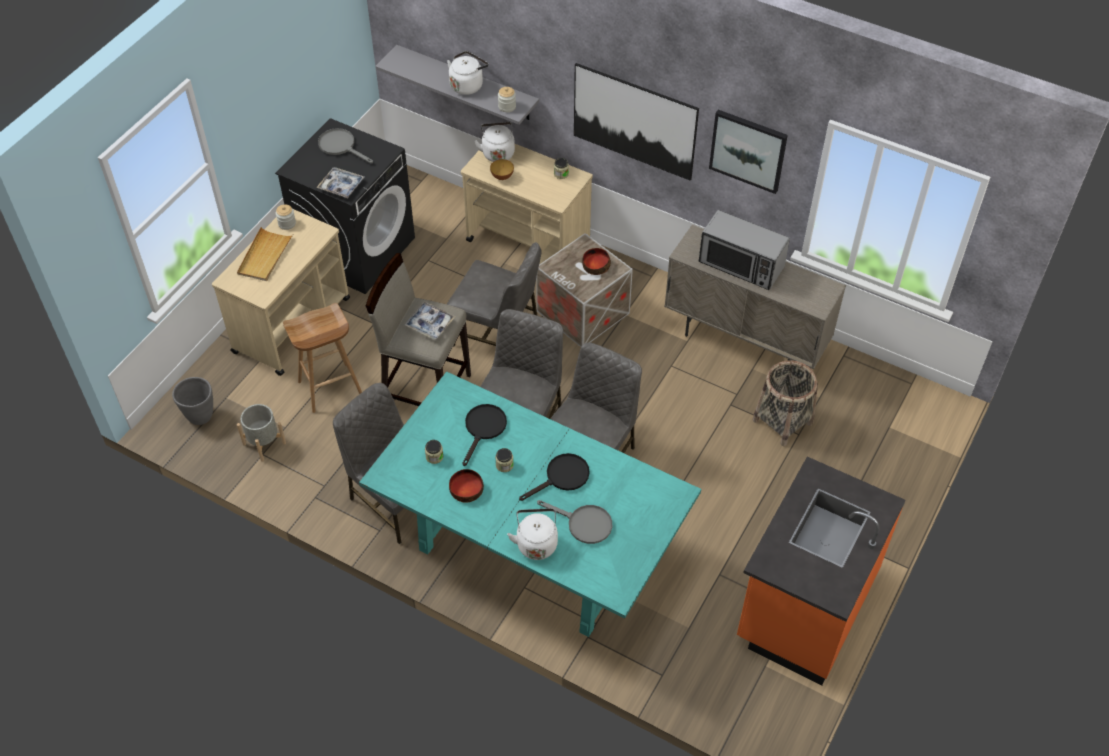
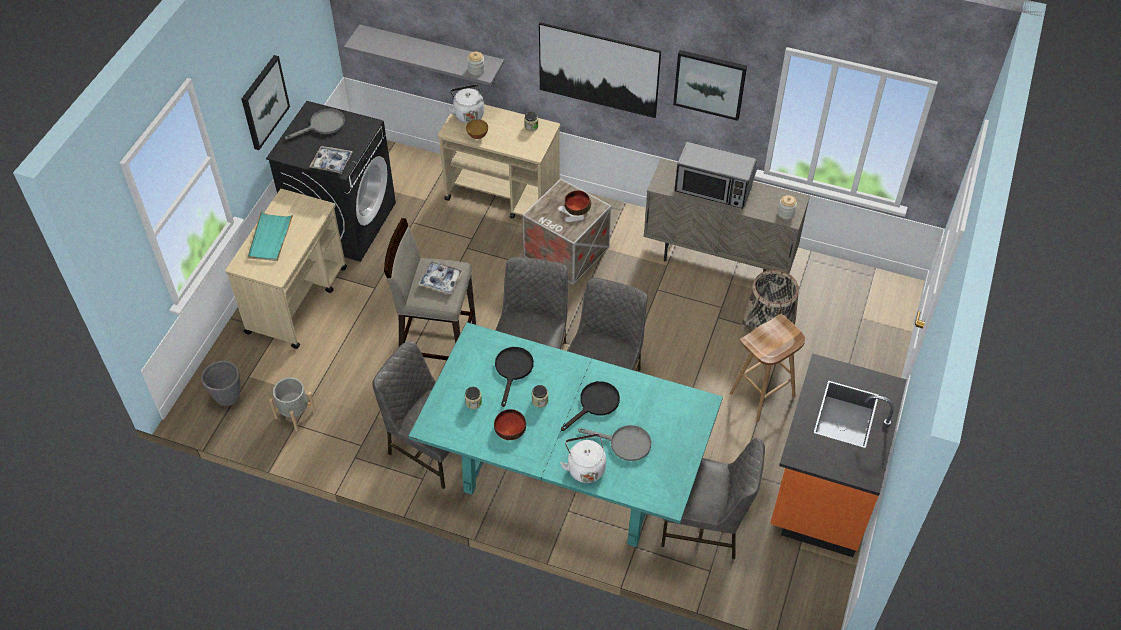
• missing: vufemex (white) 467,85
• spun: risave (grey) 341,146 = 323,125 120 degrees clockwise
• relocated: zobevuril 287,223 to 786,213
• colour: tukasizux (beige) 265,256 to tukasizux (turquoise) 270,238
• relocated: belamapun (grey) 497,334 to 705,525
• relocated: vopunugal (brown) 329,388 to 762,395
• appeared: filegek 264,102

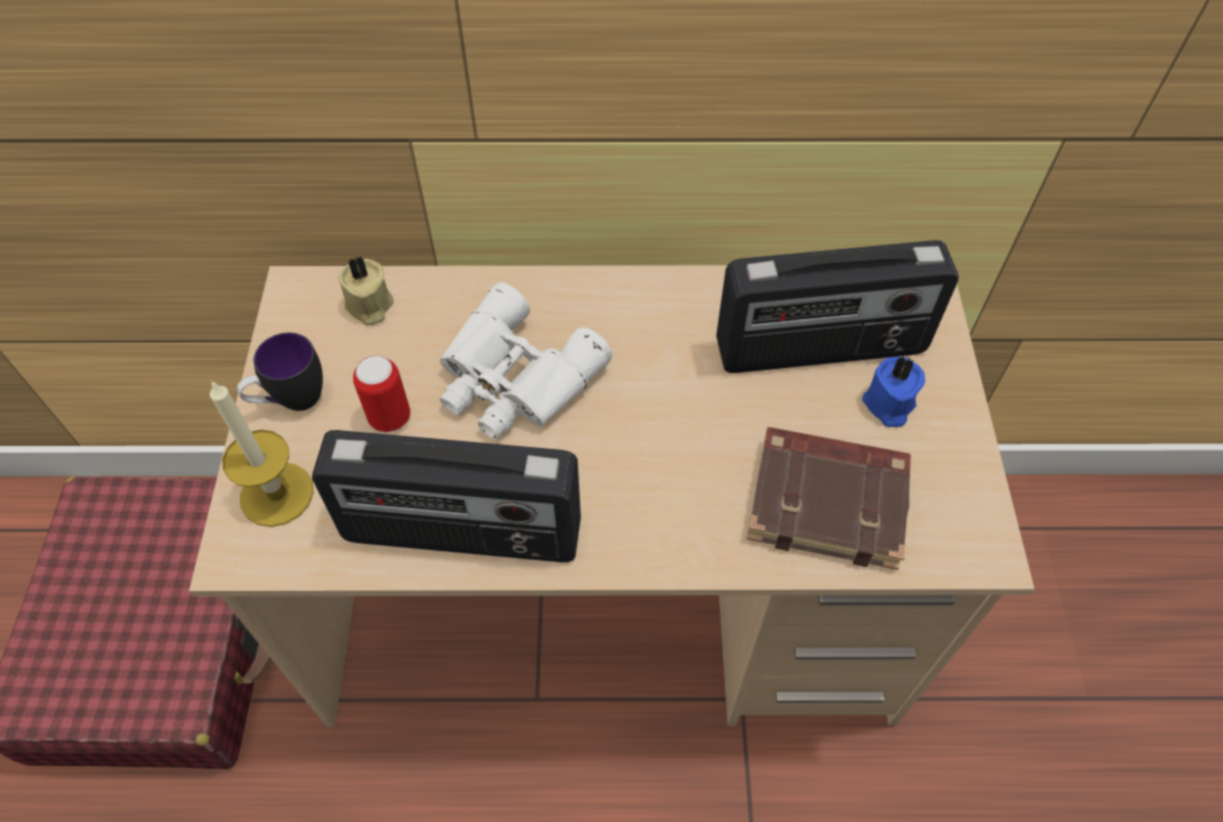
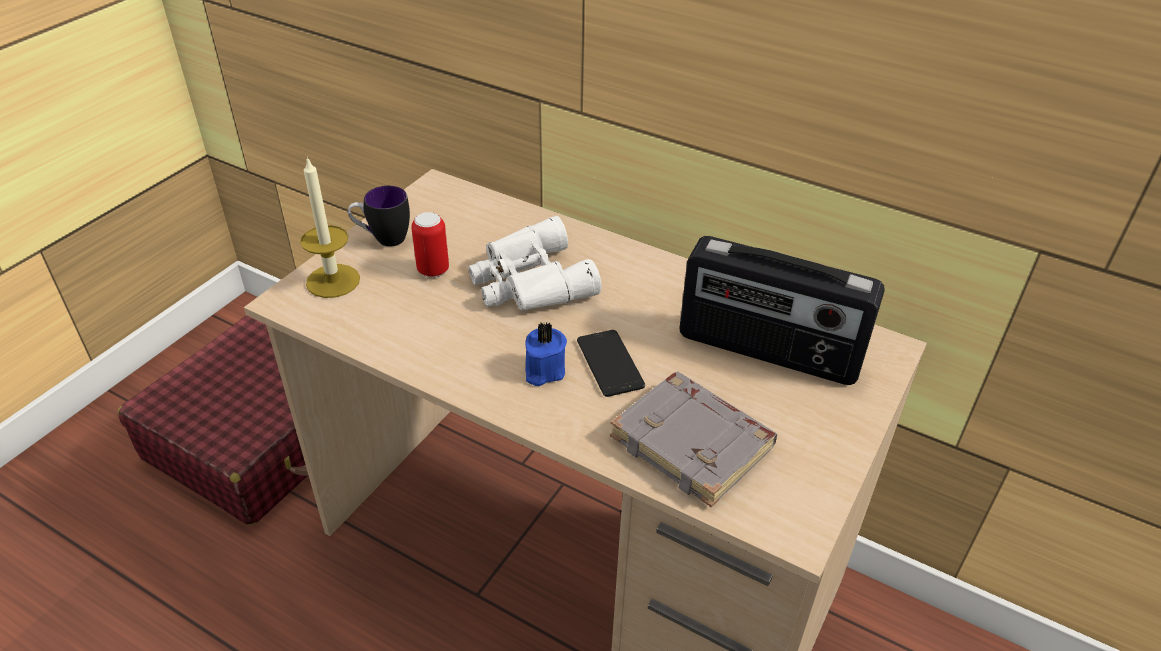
• missing: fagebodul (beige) 369,306
• relocated: fagebodul (blue) 888,405 to 543,371
• colour: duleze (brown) 829,501 to duleze (grey) 694,443
• missing: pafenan 462,534
• appeared: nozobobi 610,363

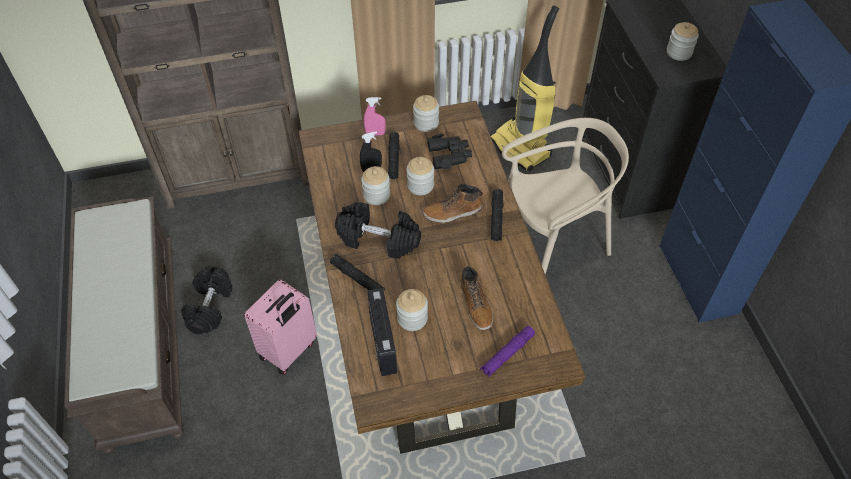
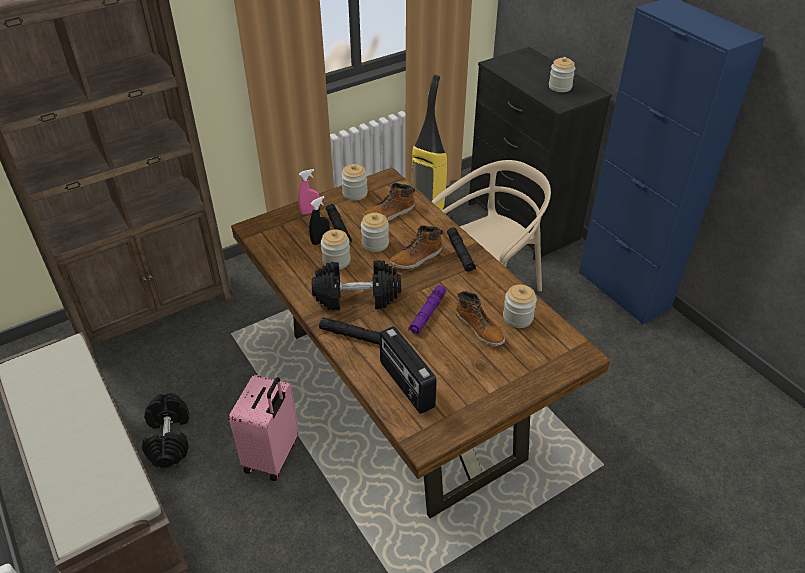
• exchanged: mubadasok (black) 449,155 to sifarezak 390,214
• relocated: zobevuril 412,318 to 517,318
• relocated: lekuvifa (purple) 507,354 to 427,314

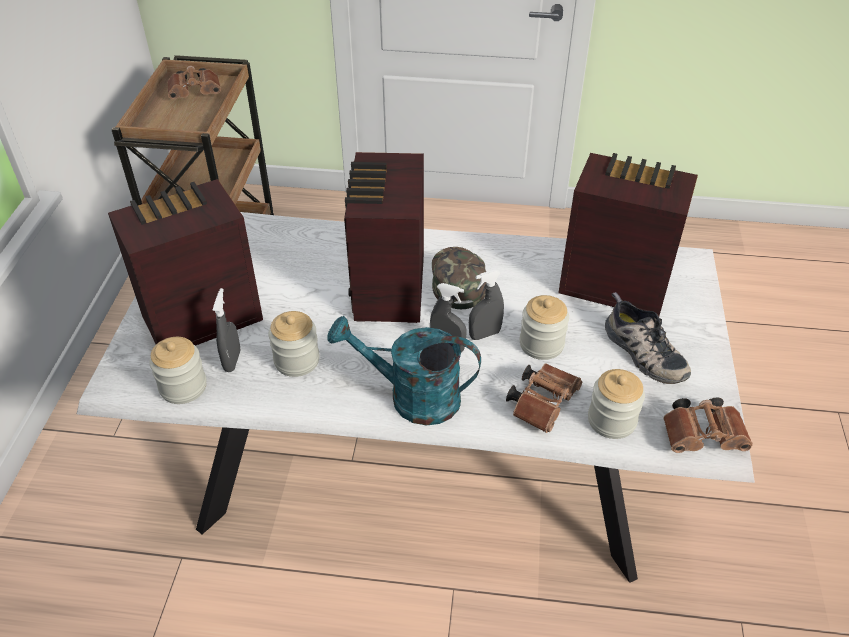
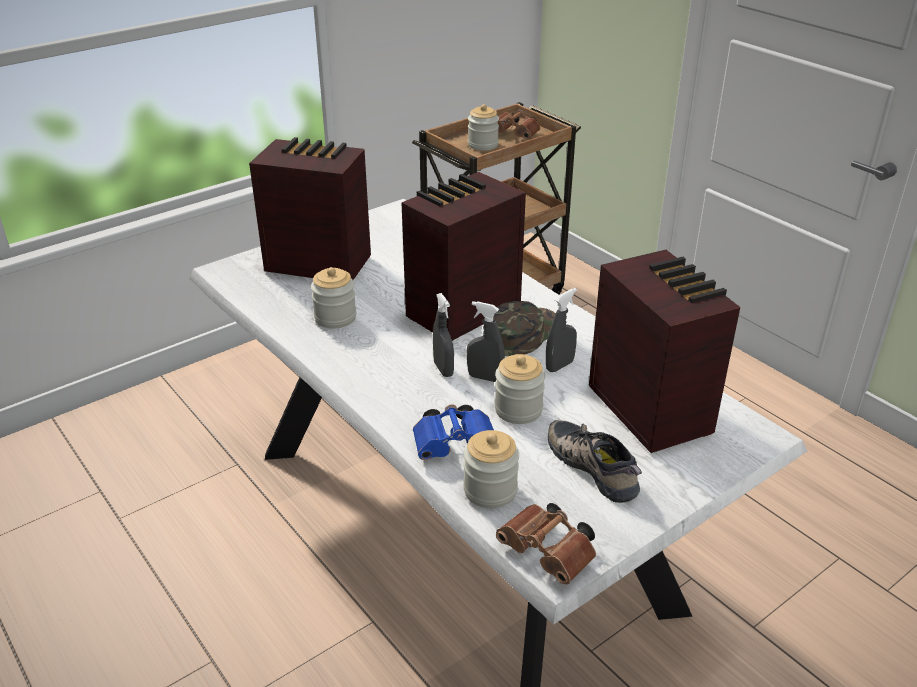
• relocated: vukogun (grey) 232,361 to 559,366
• spun: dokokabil 642,352 = 595,466 135 degrees clockwise
• missing: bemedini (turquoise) 412,397
• relocated: zobevuril 183,387 to 483,145
• colour: mubadasok (brown) 543,403 to mubadasok (blue) 456,445

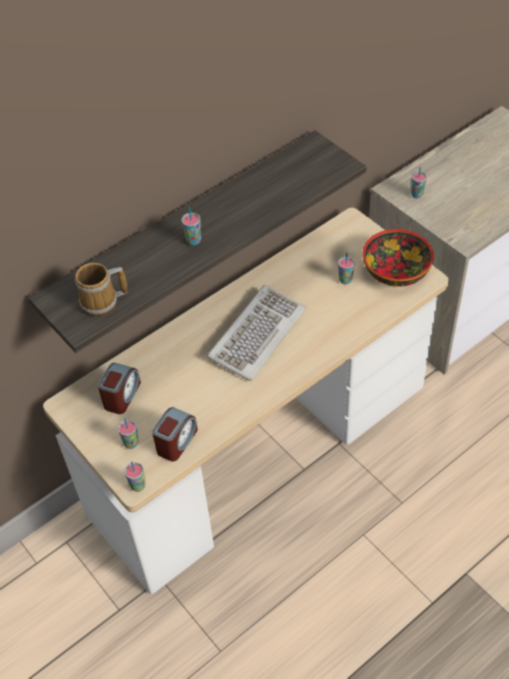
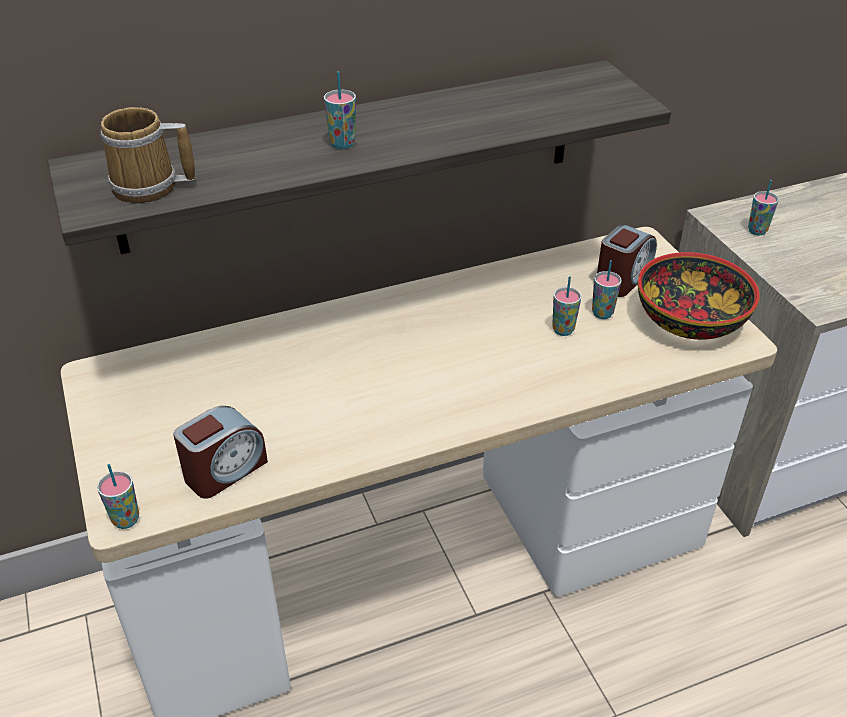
• missing: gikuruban 256,334
• relocated: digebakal 122,396 to 622,278
• relocated: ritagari 131,443 to 563,330

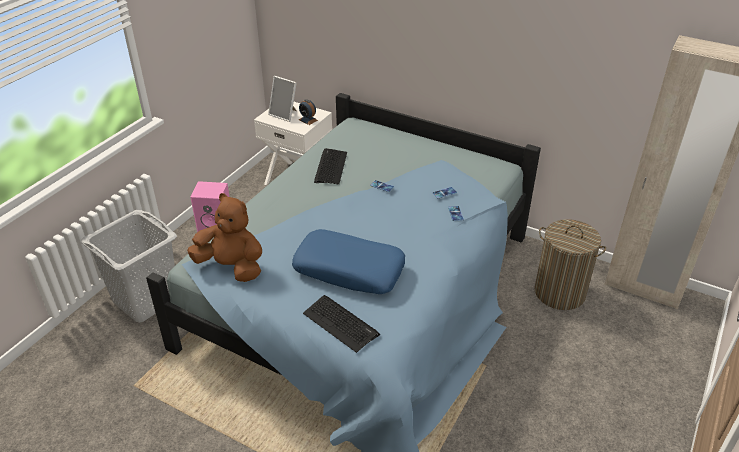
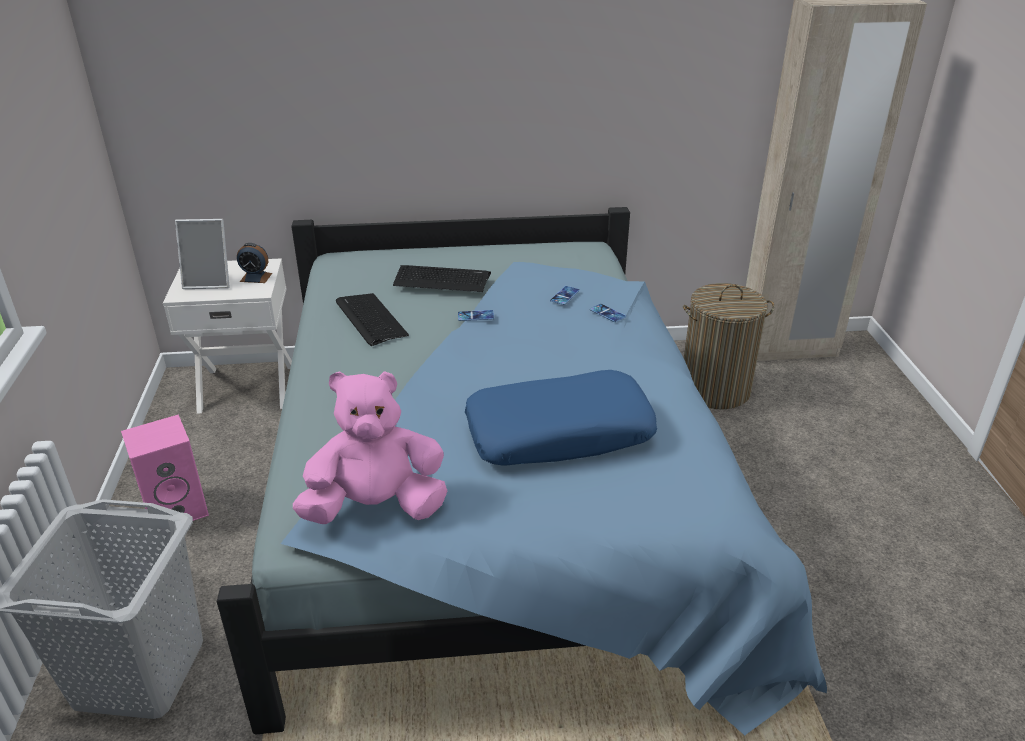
• colour: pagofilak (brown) 231,266 to pagofilak (pink) 376,507
• relocated: gikuruban 340,323 to 441,280

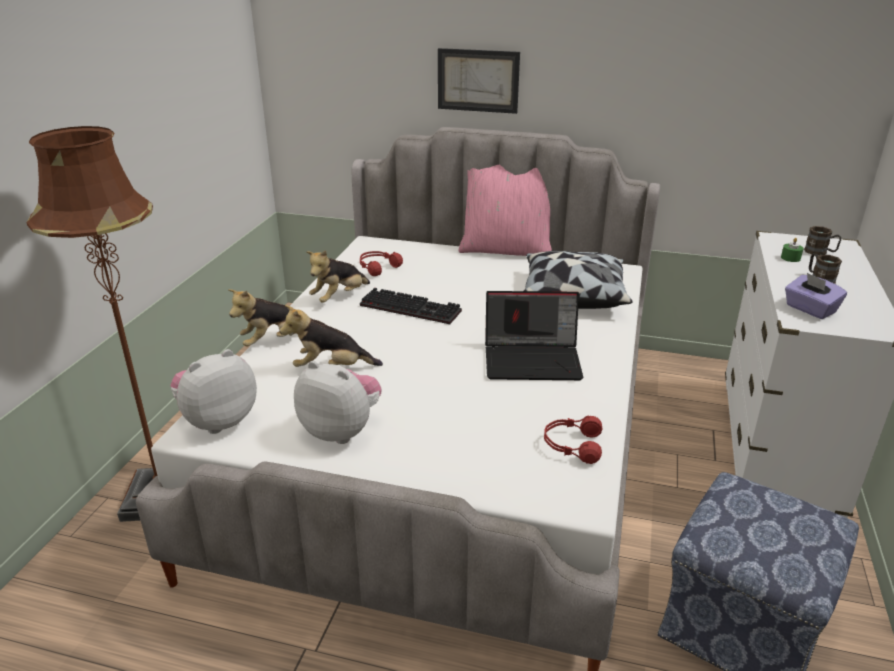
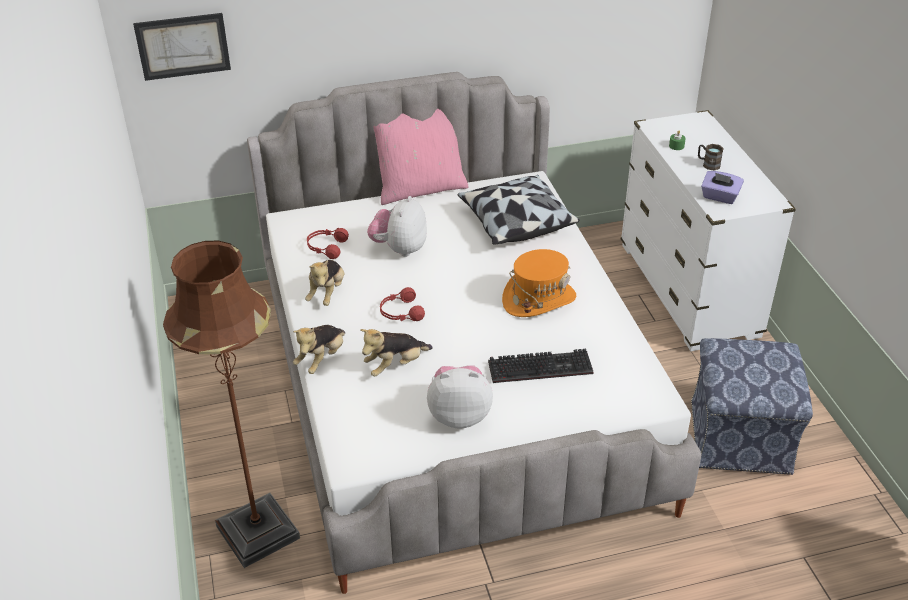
• relocated: filegek 478,80 to 183,46
• missing: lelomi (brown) 820,252
• relocated: gikuruban 412,308 to 541,366
• exchanged: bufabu 533,360 to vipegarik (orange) 539,299
• relocated: pagofilak 218,421 to 399,249
• relocated: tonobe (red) 572,445 to 400,312

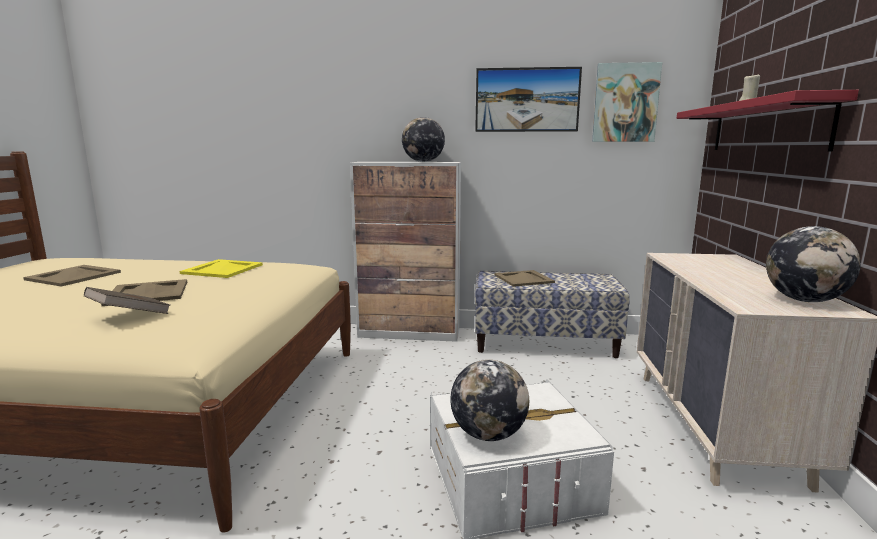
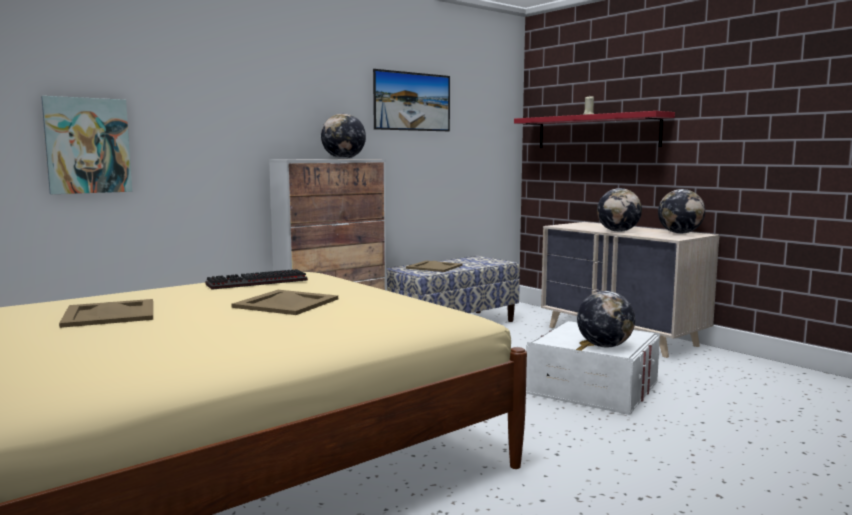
• relocated: filegek 625,103 to 87,145
• exchanged: tukasizux (yellow) 221,269 to gikuruban 256,283
• missing: duleze (brown) 130,316
• appeared: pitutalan 618,231

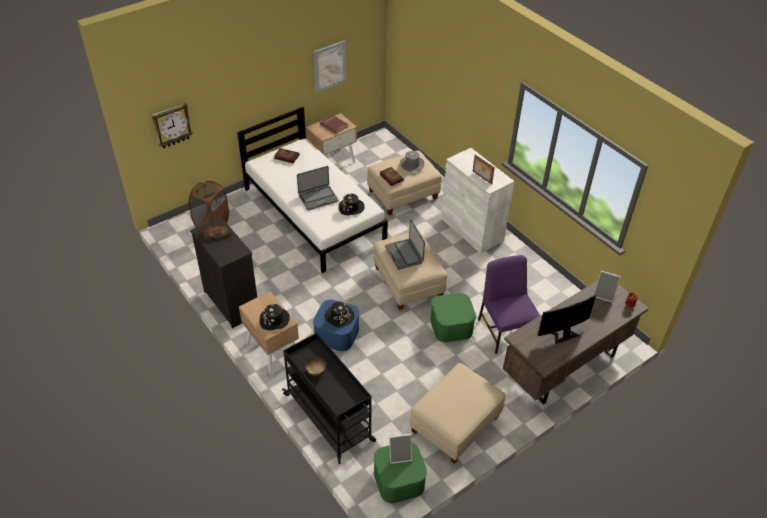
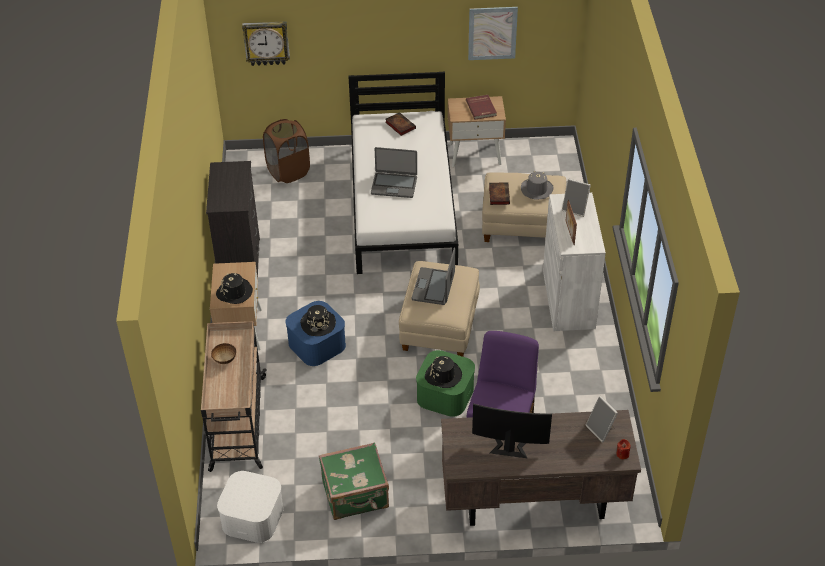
• relocated: vipegarik (black) 351,208 to 443,375
• missing: duleze 216,233
• colour: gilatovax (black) 329,418 to gilatovax (beige) 237,424
• exchanged: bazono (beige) 454,424 to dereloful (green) 356,495
• relocated: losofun 400,455 to 575,209
• colour: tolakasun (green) 399,479 to tolakasun (white) 253,517

